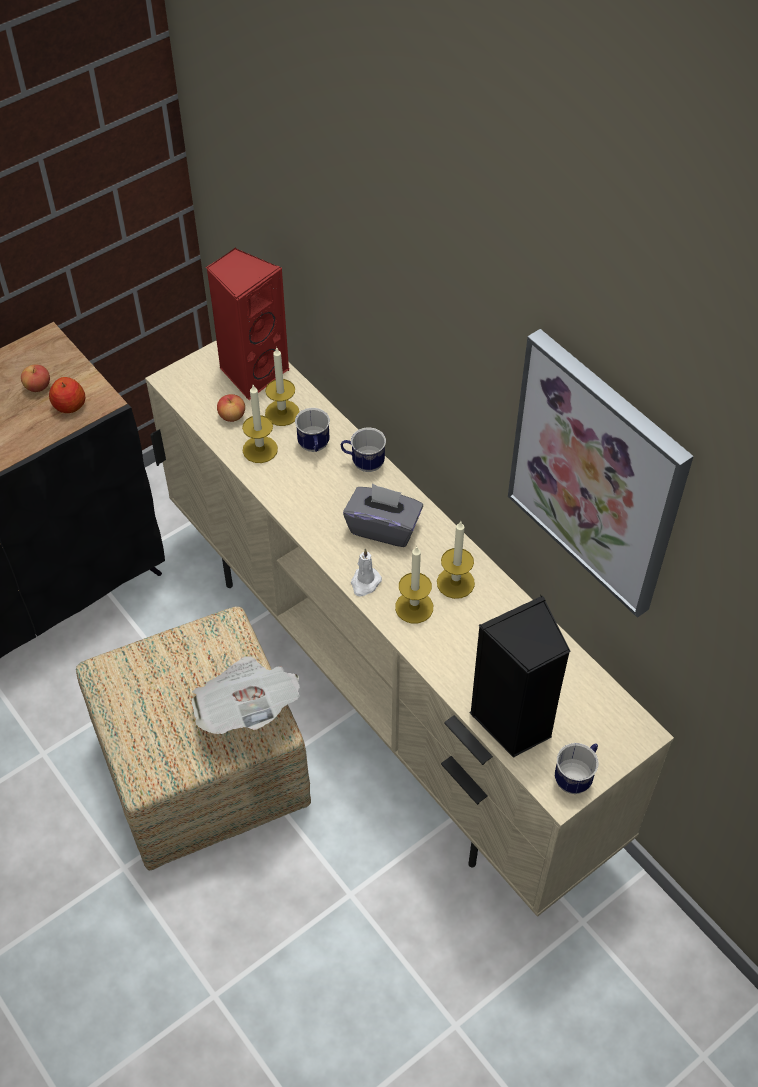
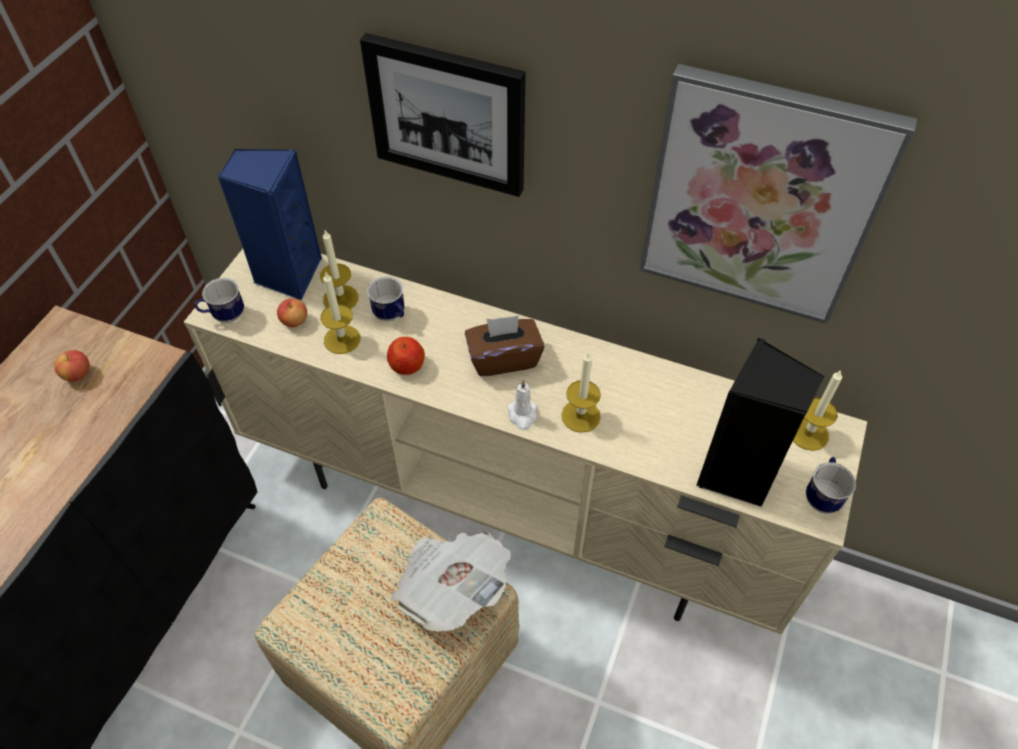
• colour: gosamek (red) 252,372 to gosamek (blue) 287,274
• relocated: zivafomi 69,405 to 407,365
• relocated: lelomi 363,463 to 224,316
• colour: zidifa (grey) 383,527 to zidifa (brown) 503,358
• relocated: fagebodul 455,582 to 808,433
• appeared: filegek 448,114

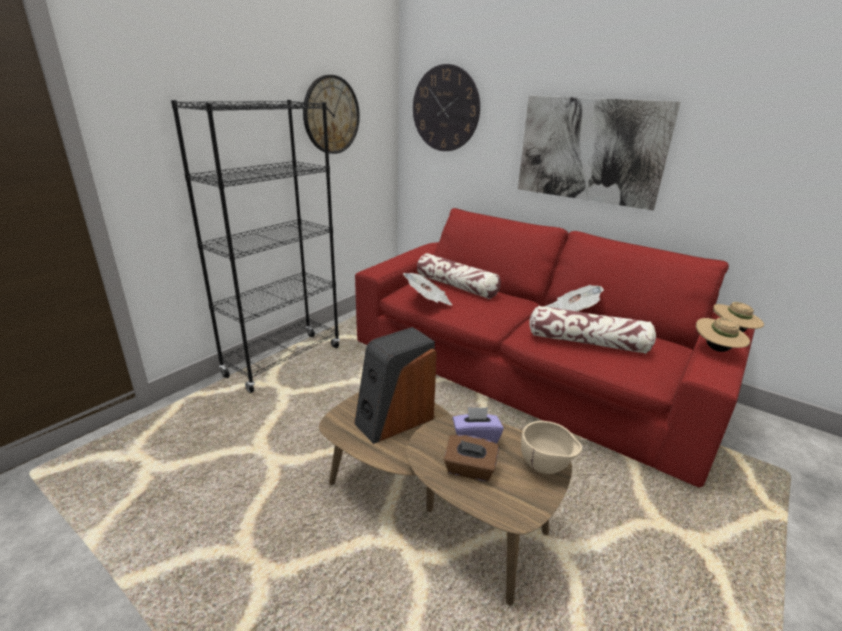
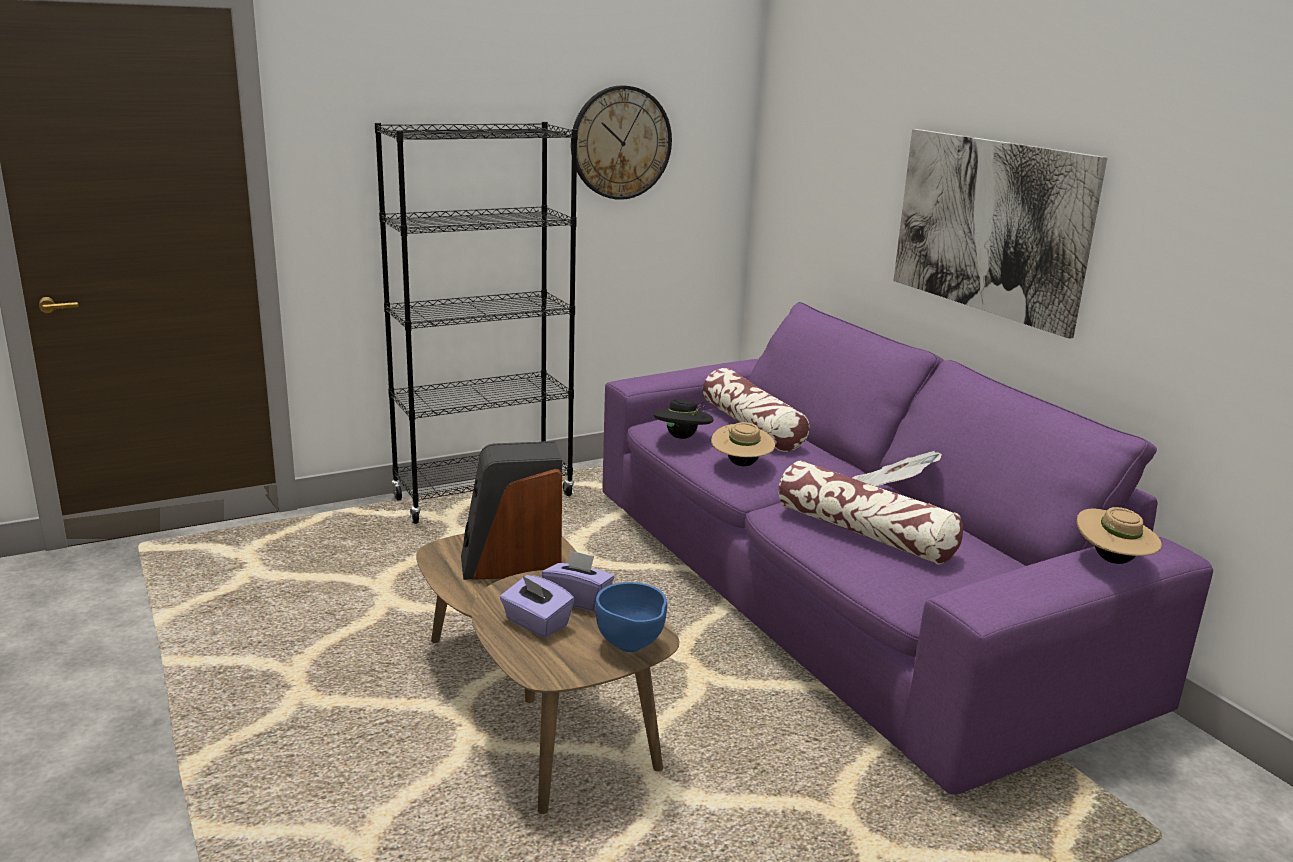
• missing: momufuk 445,109
• colour: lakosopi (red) 525,372 to lakosopi (purple) 834,591
• exchanged: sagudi 428,301 to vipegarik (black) 682,437
• relocated: vipegarik (beige) 716,349 to 741,464
• colour: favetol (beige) 546,468 to favetol (blue) 631,648
• colour: zidifa (brown) 469,470 to zidifa (purple) 536,623

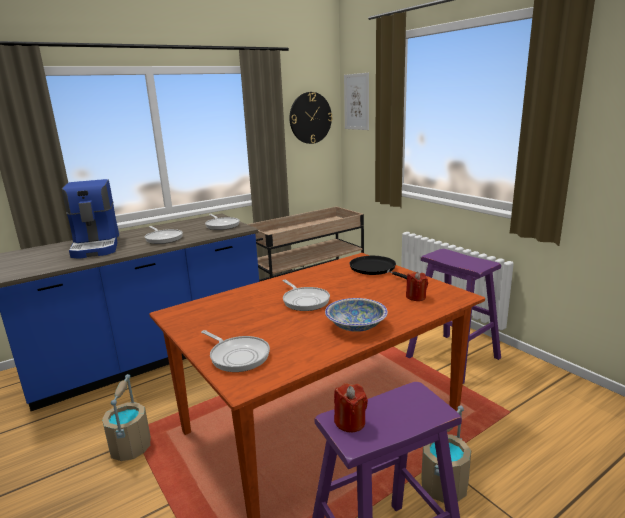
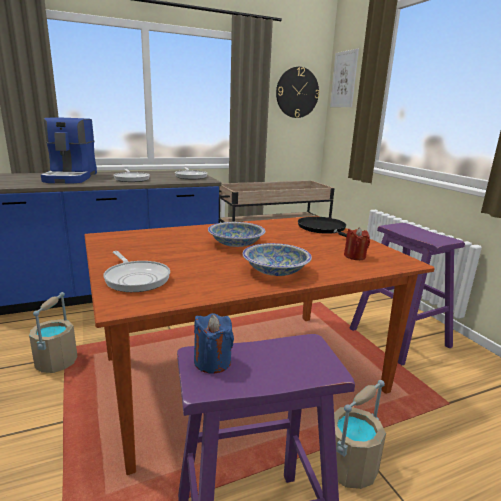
• exchanged: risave 305,300 to favetol 236,244
• colour: fagebodul (red) 350,422 to fagebodul (blue) 212,362

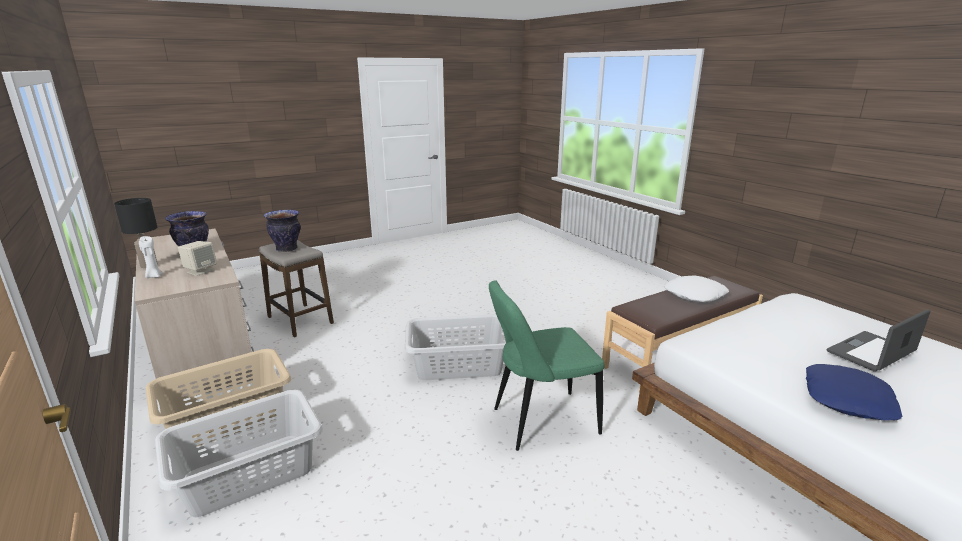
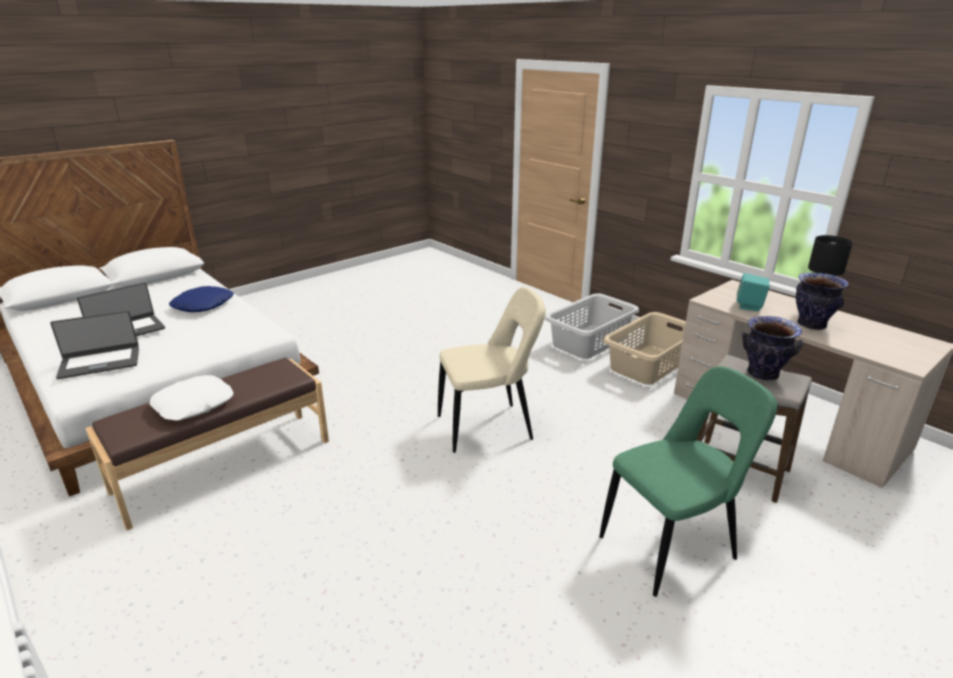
• missing: fagebodul (white) 154,276
• colour: gosamek (beige) 200,271 to gosamek (turquoise) 749,306
• relocated: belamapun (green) 540,422 to 672,546
• exchanged: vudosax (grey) 458,364 to belamapun (beige) 489,427
• appeared: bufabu 100,362

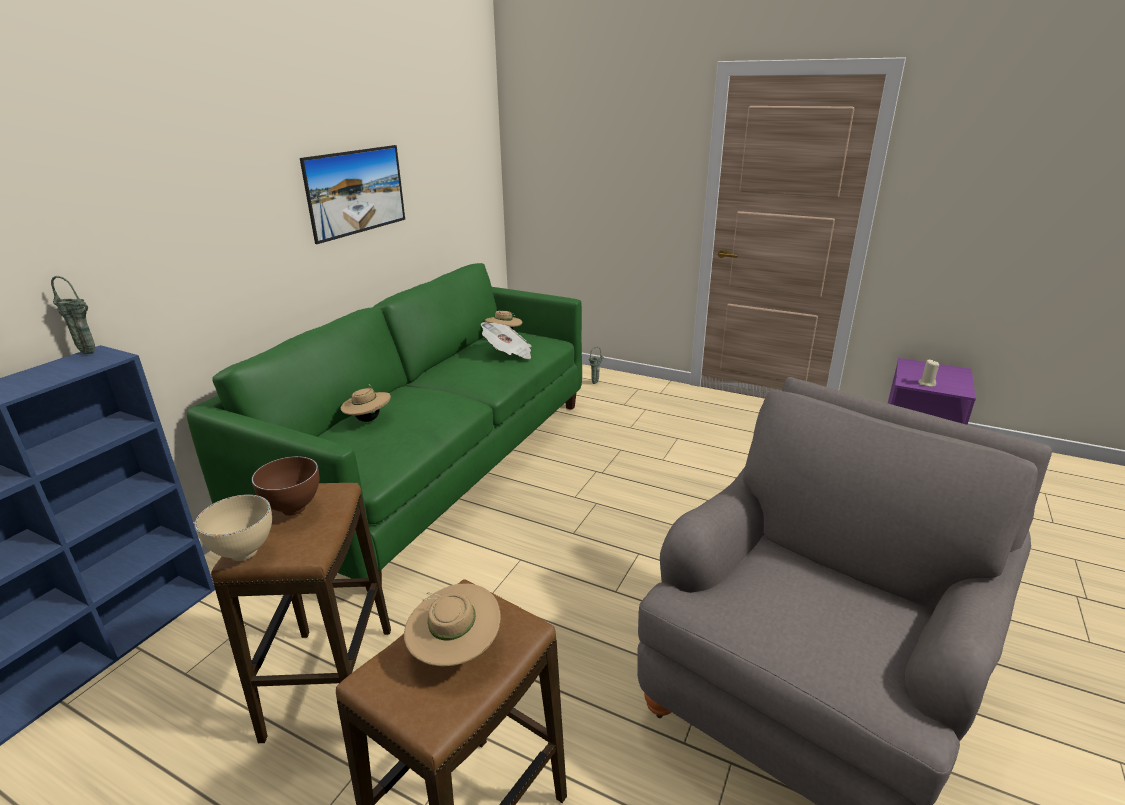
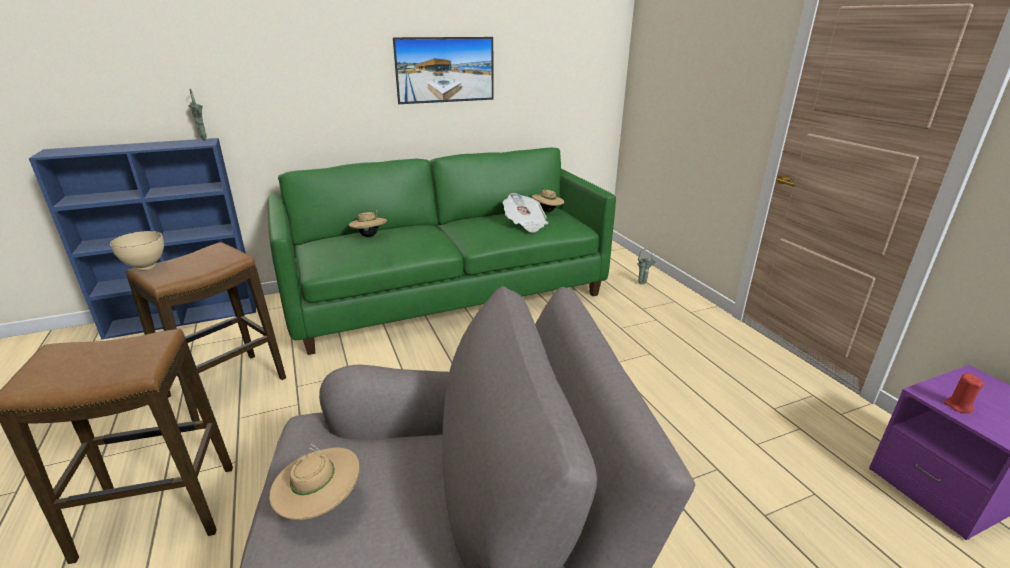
• colour: fagebodul (beige) 926,384 to fagebodul (red) 958,406
• missing: favetol (brown) 294,509
• relocated: vipegarik (beige) 455,651 to 320,504

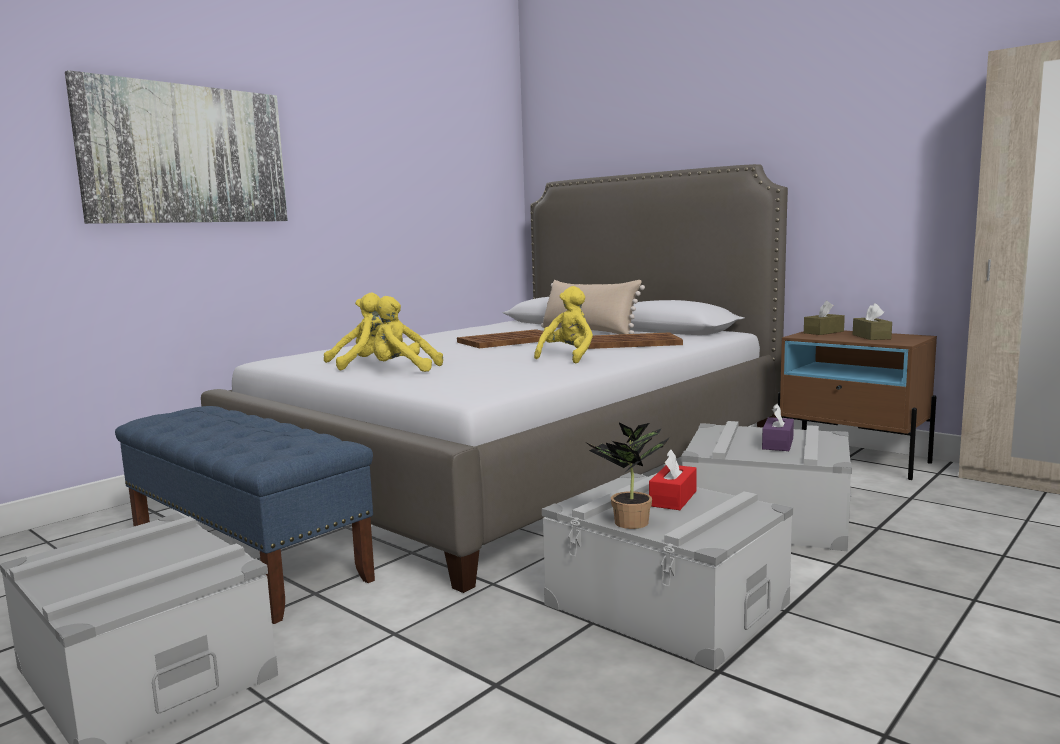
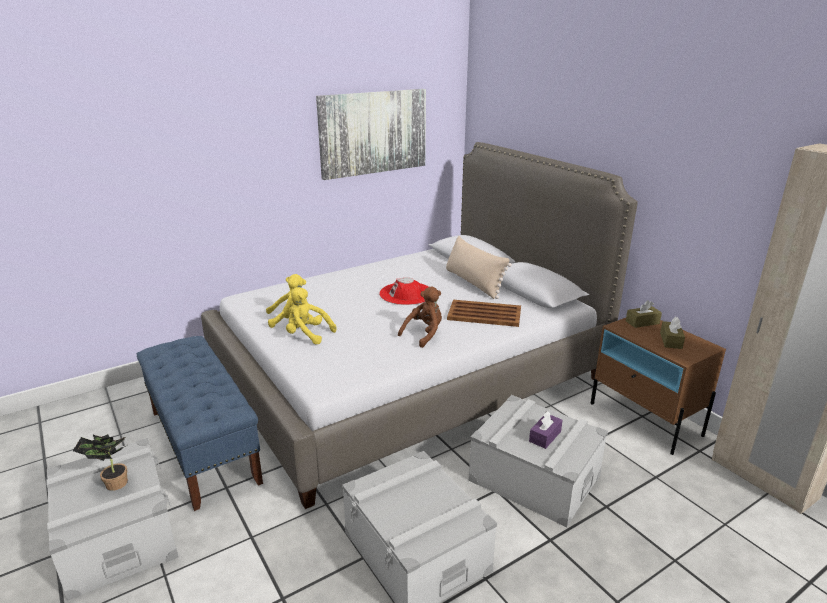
• relocated: filegek 186,154 to 373,133
• colour: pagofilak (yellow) 568,357 to pagofilak (brown) 424,334
• exchanged: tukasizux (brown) 510,340 to vipegarik (red) 406,294
• relocated: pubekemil 627,524 to 113,484
• missing: zidifa (red) 673,498

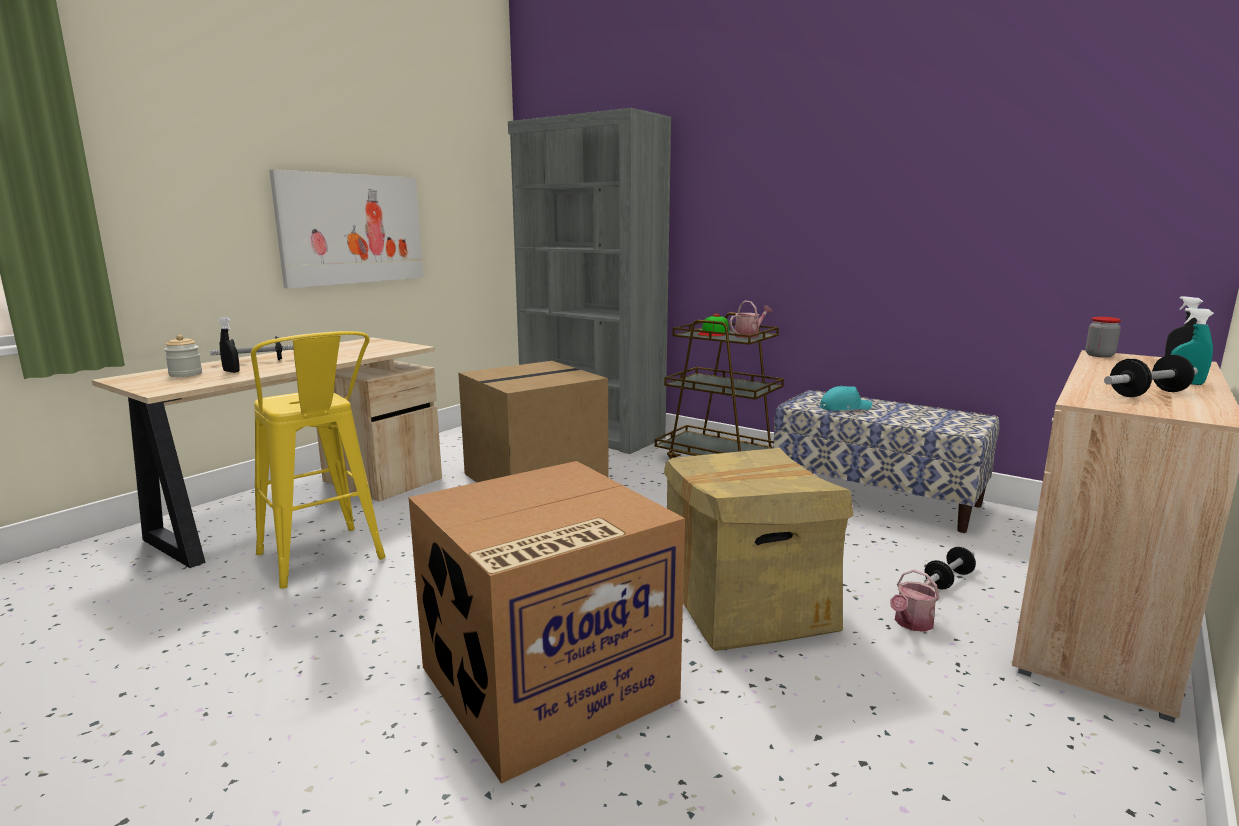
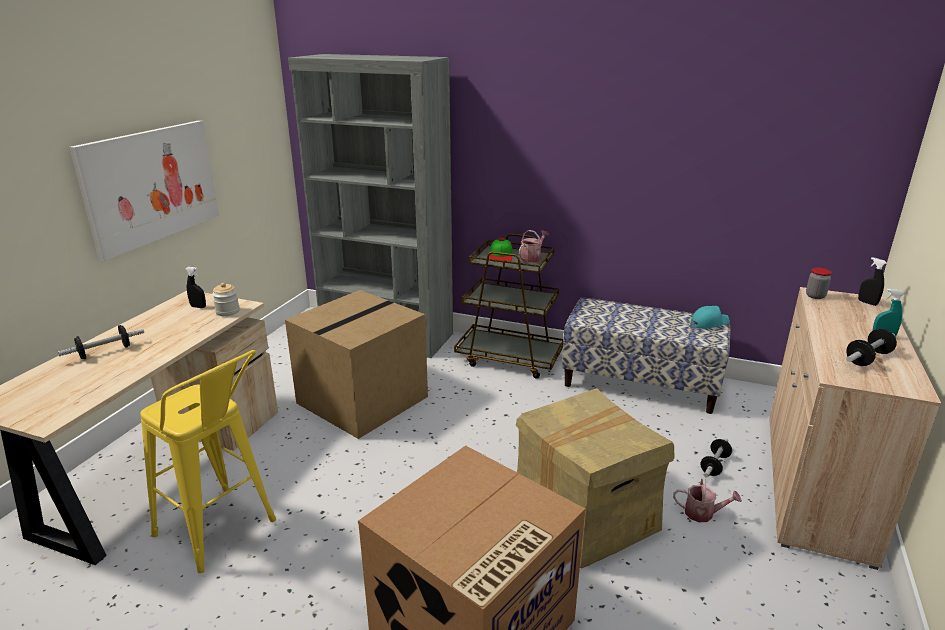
• relocated: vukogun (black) 231,371 to 198,307
• relocated: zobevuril 185,374 to 227,311
• relocated: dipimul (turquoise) 844,408 to 708,323
• spun: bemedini 911,623 = 703,513 105 degrees counterclockwise

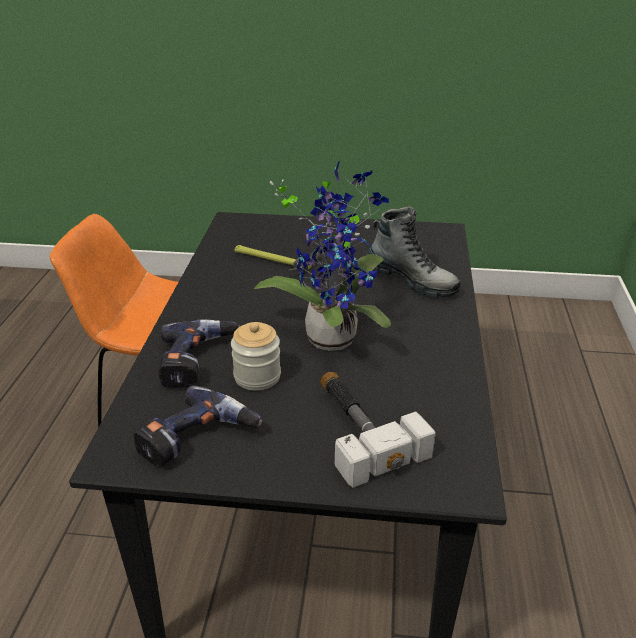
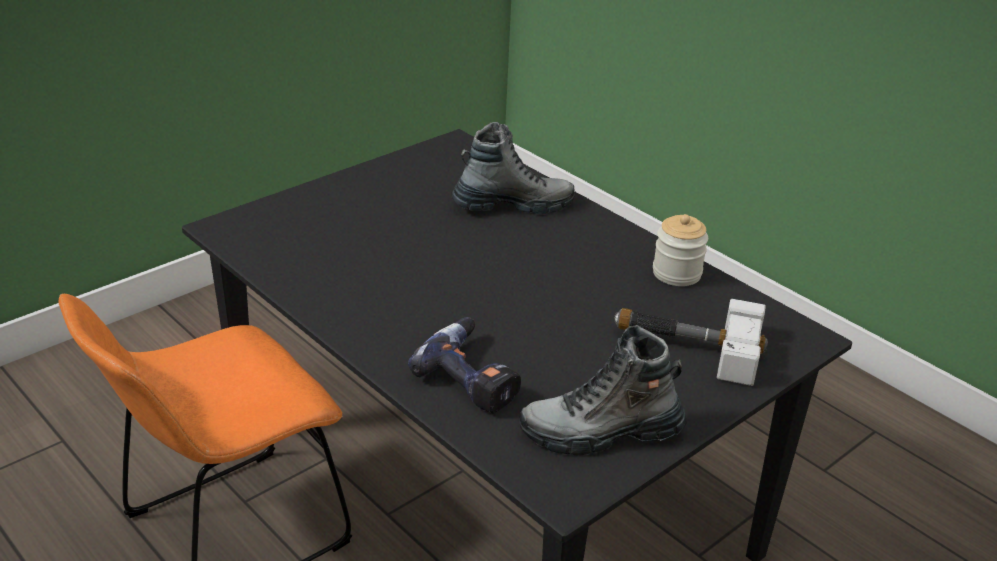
• missing: pubekemil 333,335
• missing: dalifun 272,261
• relocated: zobevuril 257,376 to 676,273
• exchanged: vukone 199,441 to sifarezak 601,433

